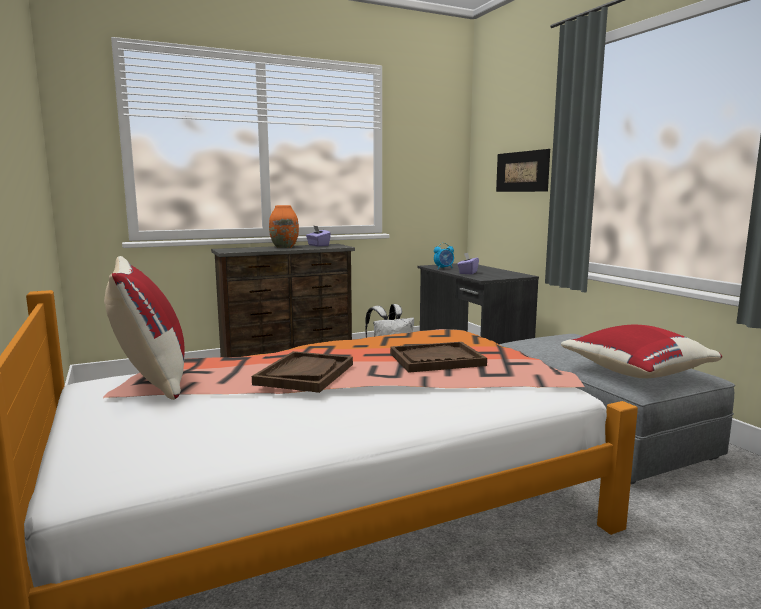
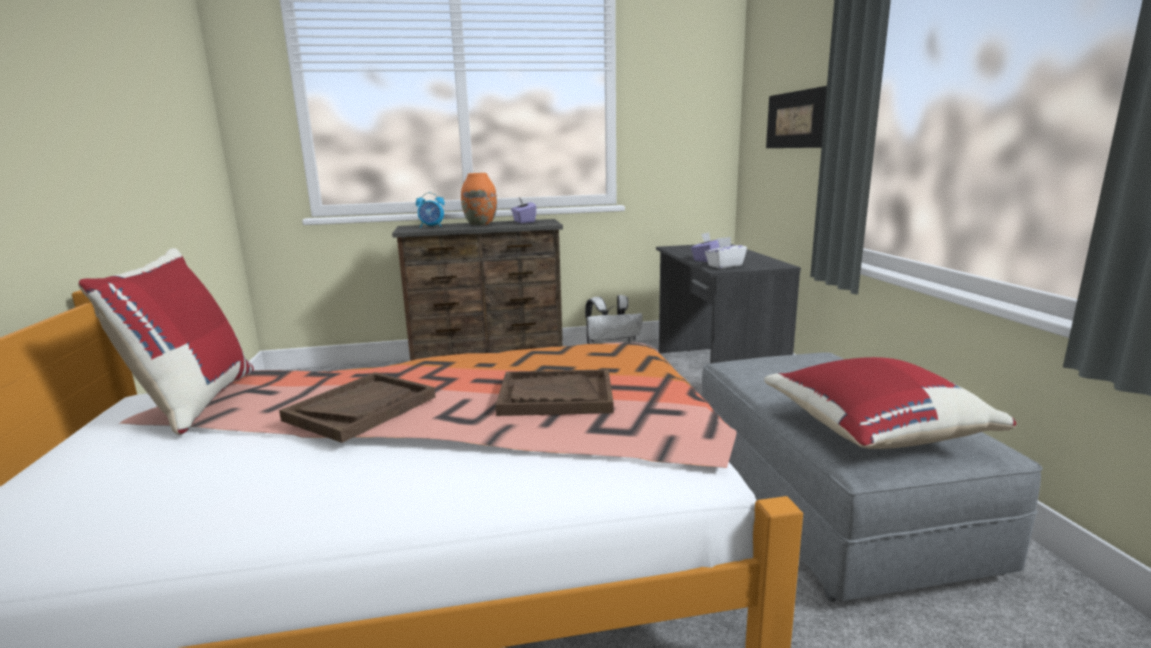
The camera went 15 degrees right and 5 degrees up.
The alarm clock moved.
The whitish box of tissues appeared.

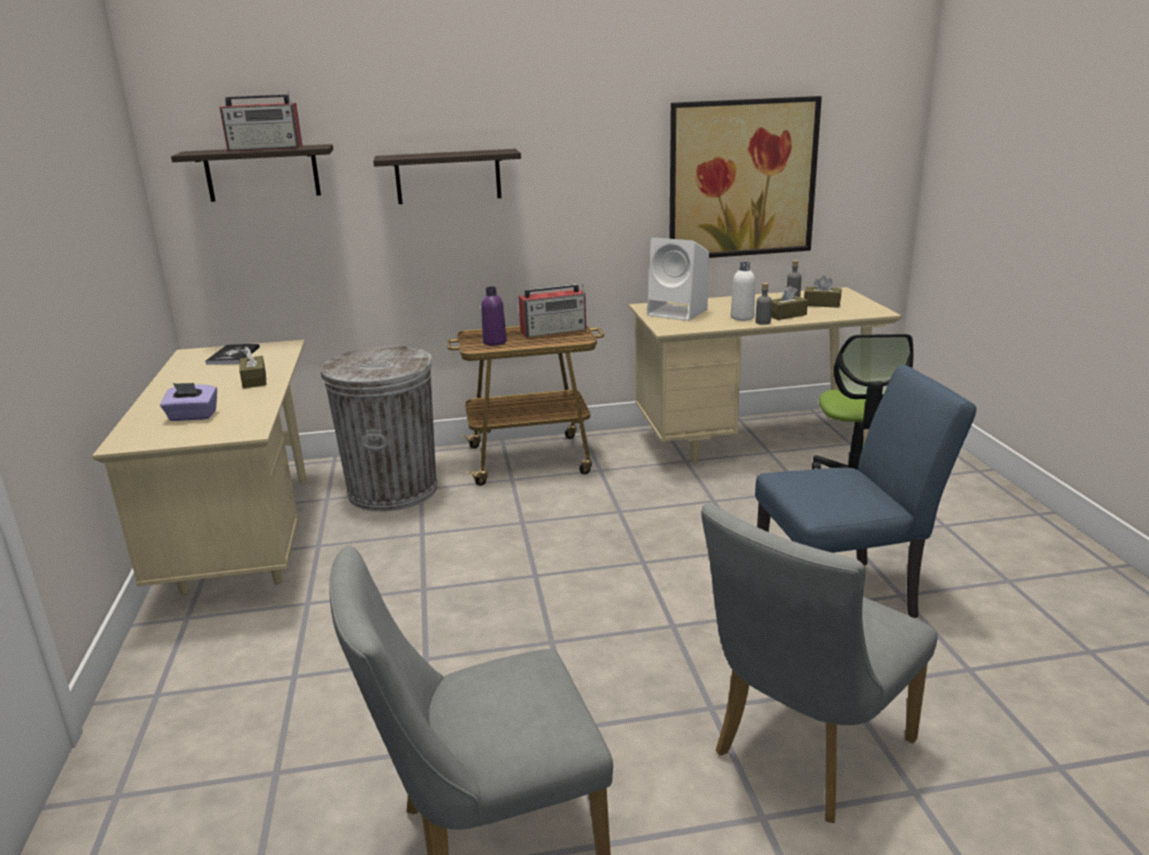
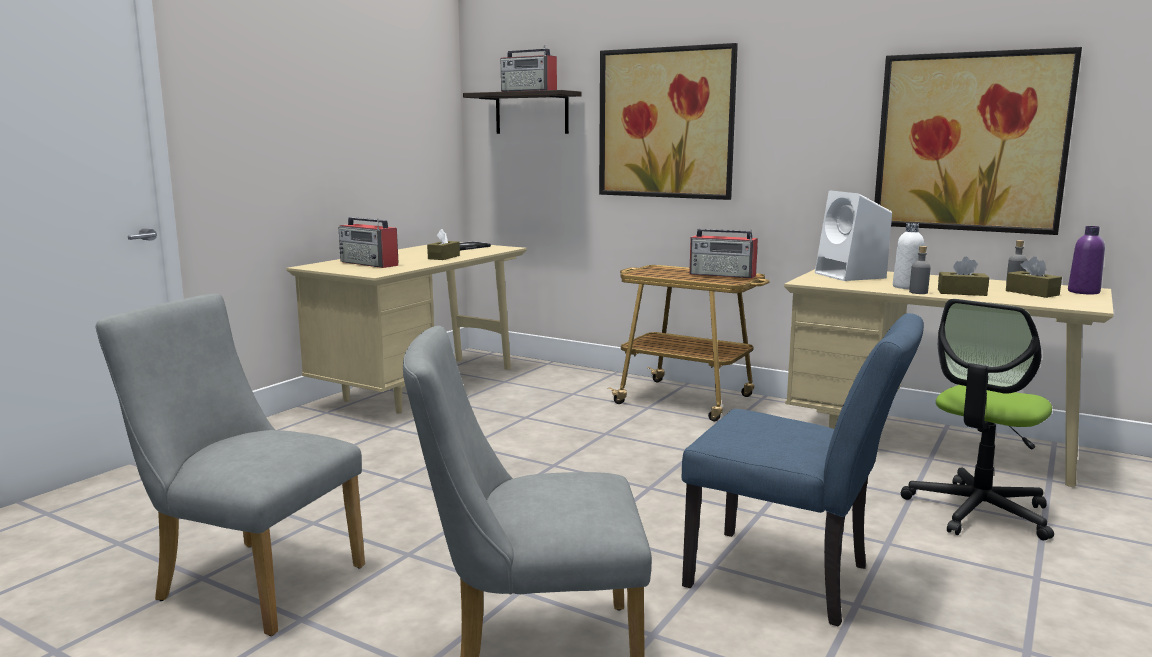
The camera went 40 degrees right and 10 degrees down.
The purple box of tissues was replaced by the radio receiver (1st from left).
The gray waste bin disappeared.
The shelf (2nd from left) was replaced by the picture (1st from left).
The purple bottle moved.

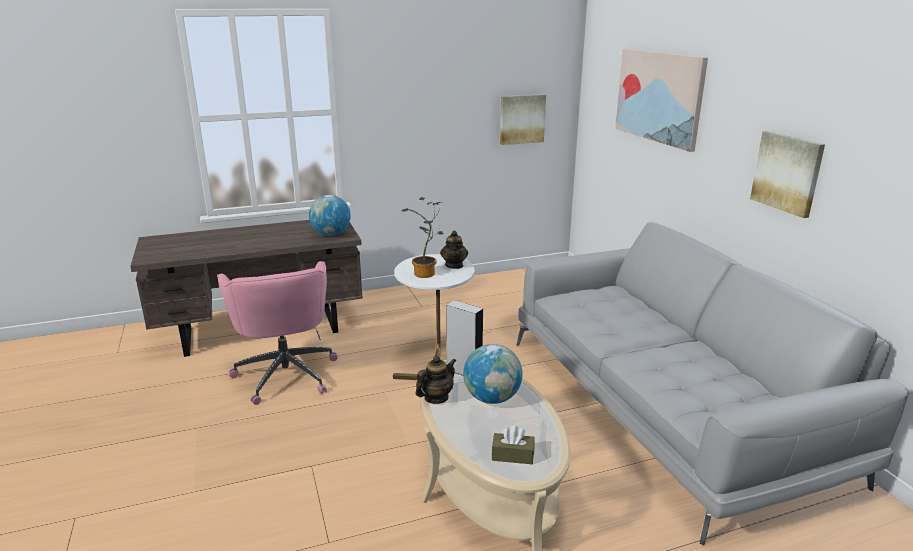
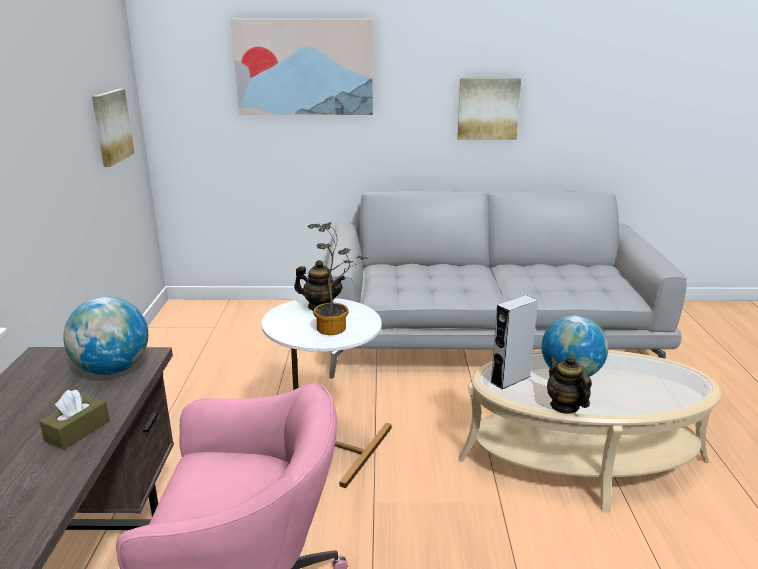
The camera went 70 degrees left and 0 degrees up.
The brown box of tissues moved.

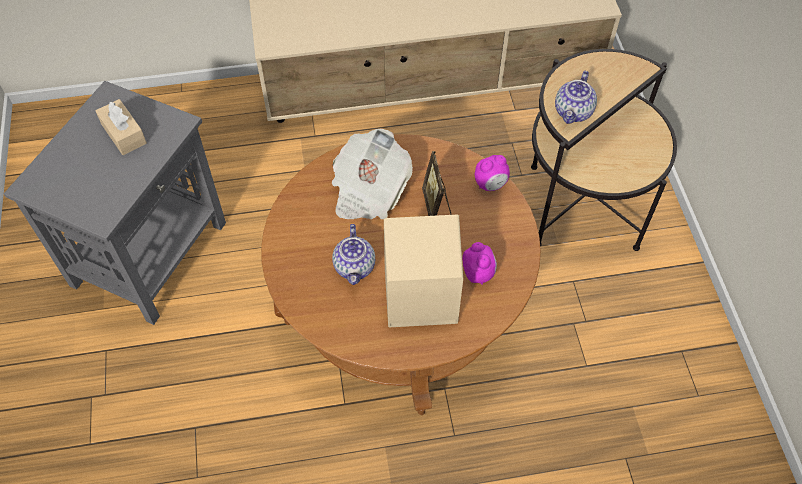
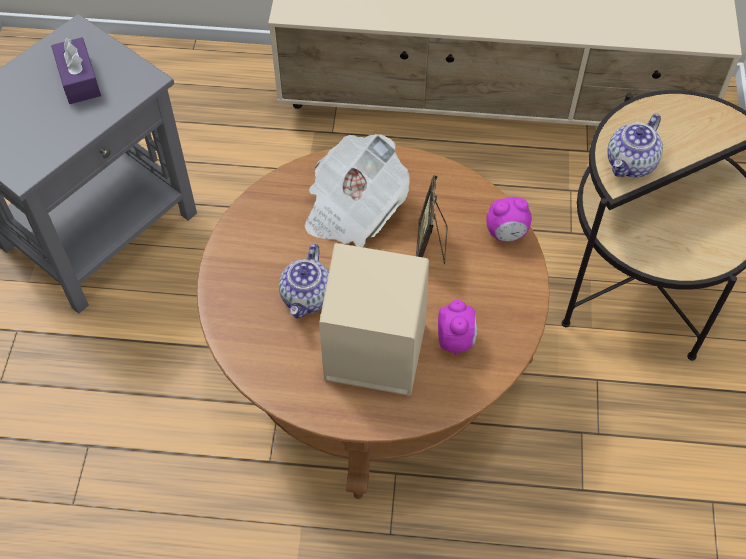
The camera went 15 degrees right and 0 degrees up.
The beige box of tissues became the purple box of tissues.

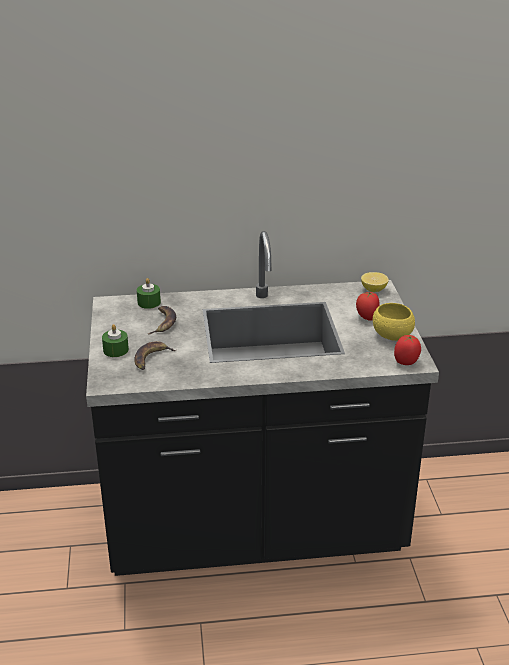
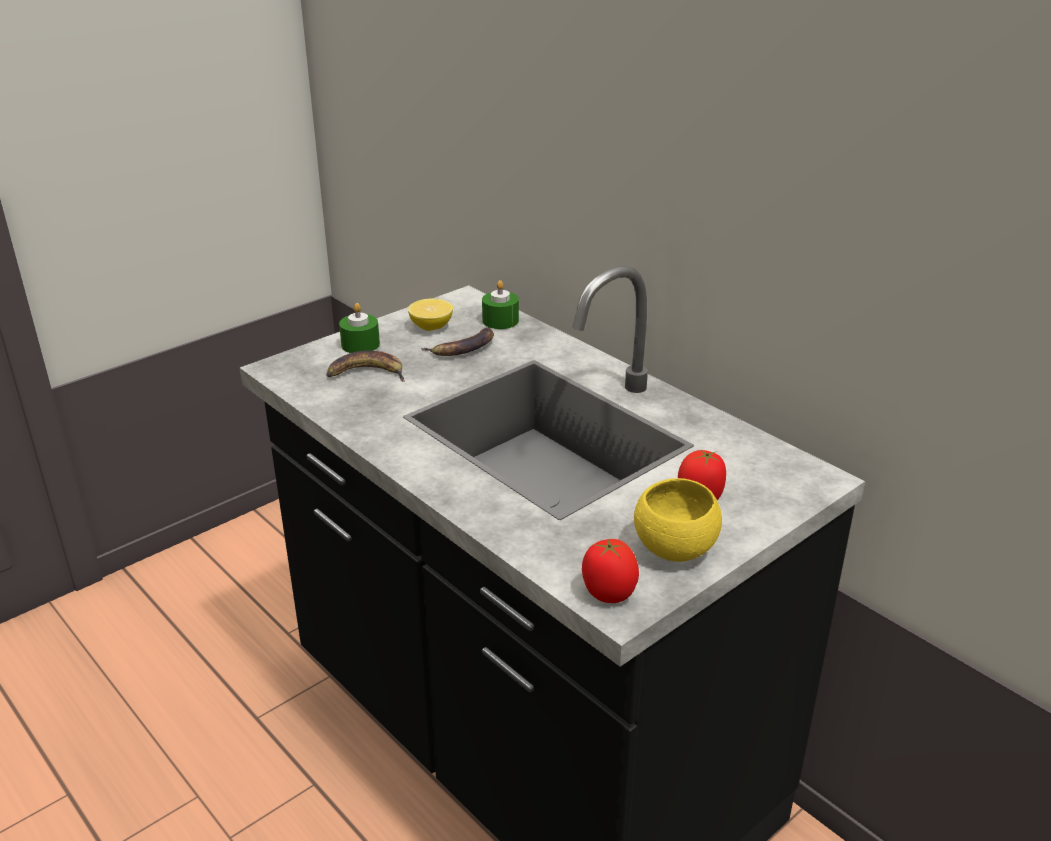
The camera went 55 degrees right and 0 degrees up.
The citrus fruit moved.

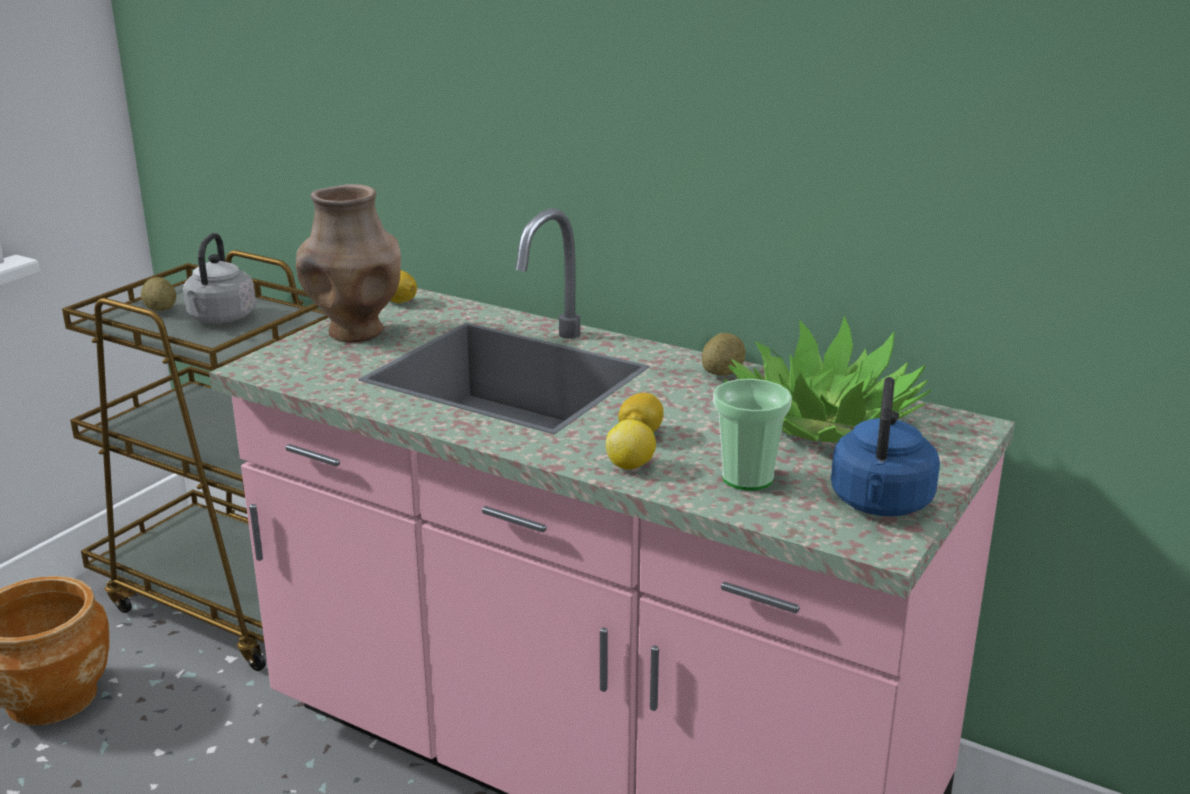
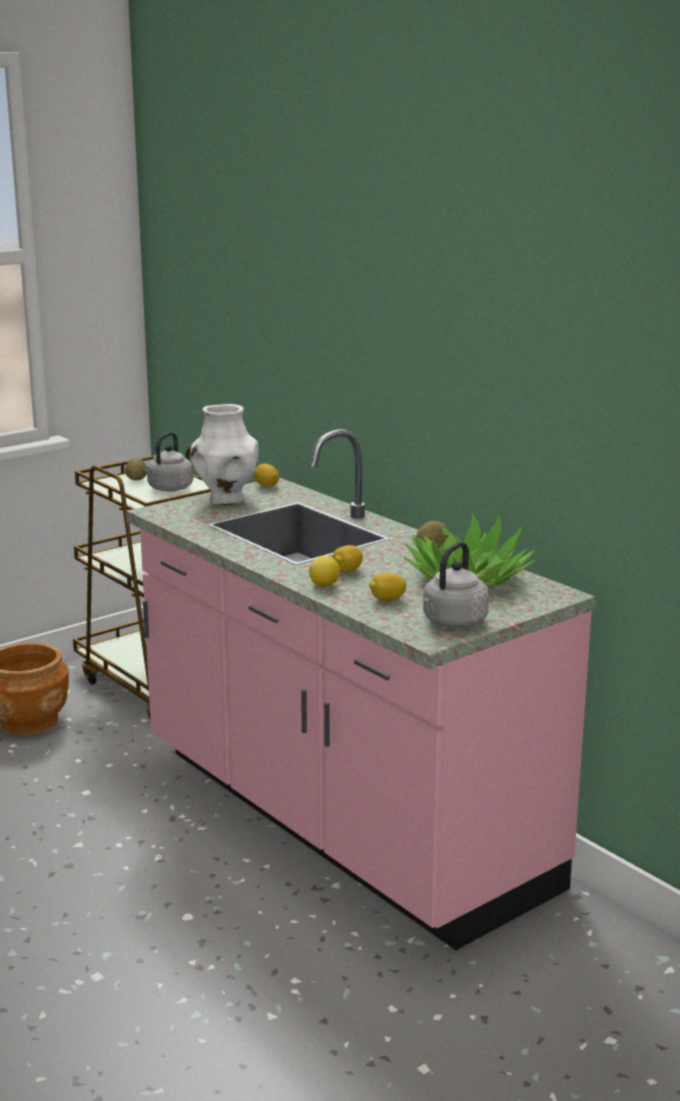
The camera went 20 degrees right and 5 degrees down.
The brown flower vase became the whitish flower vase.
The small cup was replaced by the citrus fruit (4th from left).
The blue-coloured water kettle became the gray water kettle (2nd from left).

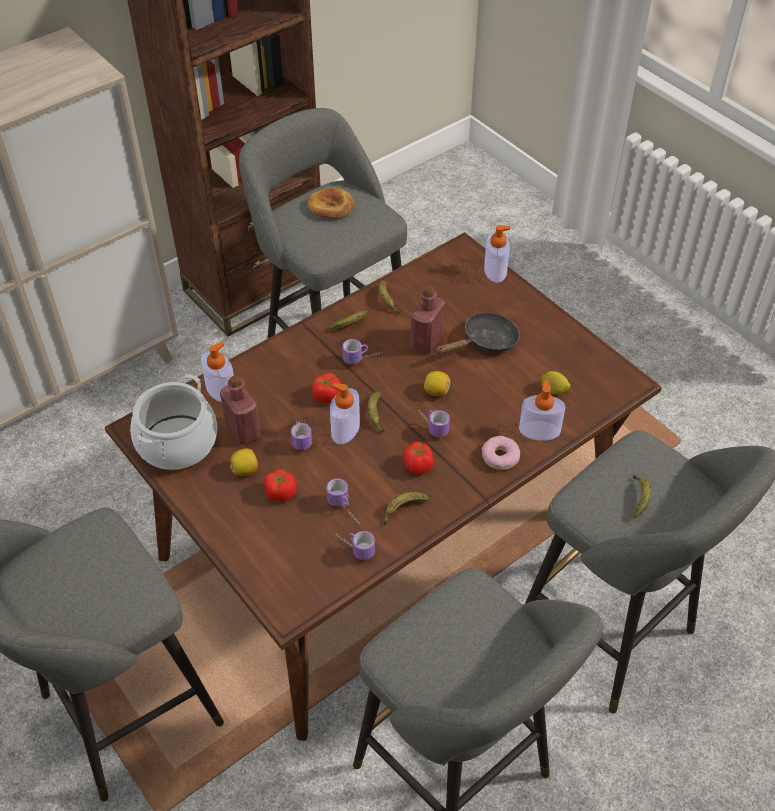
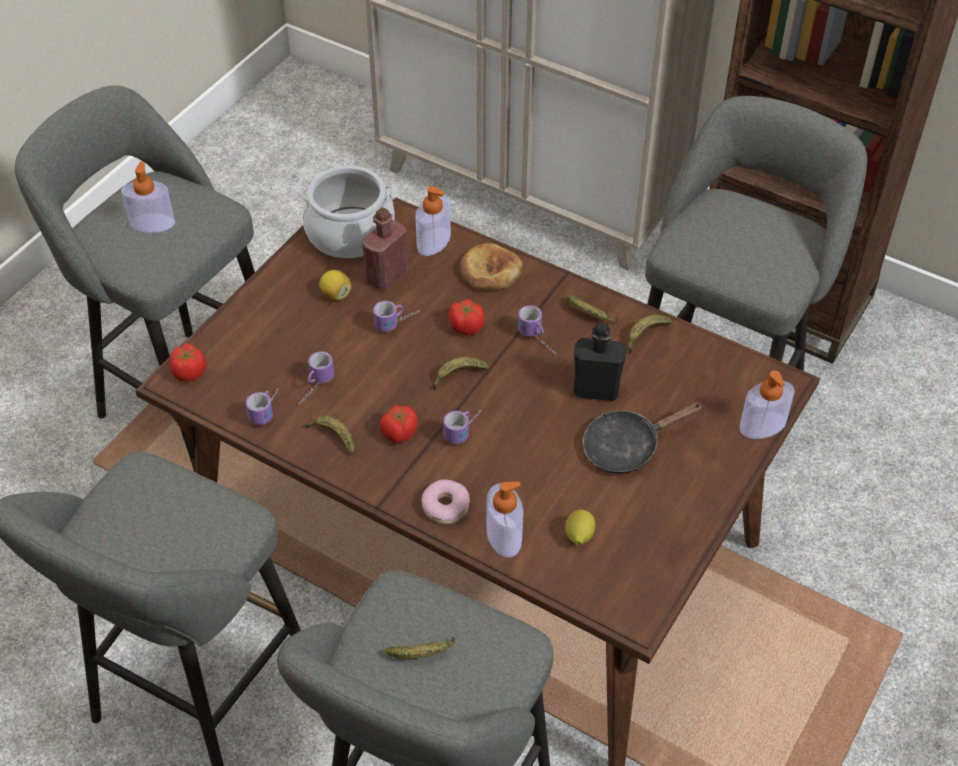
The camera went 70 degrees right and 0 degrees up.
The whole tomato (1st from left) moved.
The baked bread moved.
The liquid soap bottle (2nd from left in the first image) moved.
The reddish bottle (2nd from left) became the black-coloured bottle.
The citrus fruit (2nd from left) disappeared.
The black-coloured frying pan turned 120 degrees clockwise.

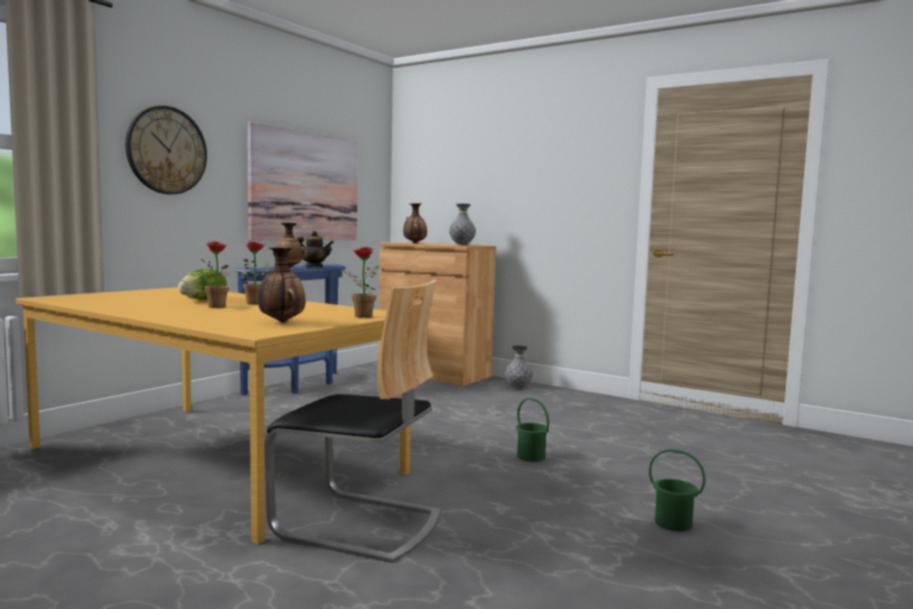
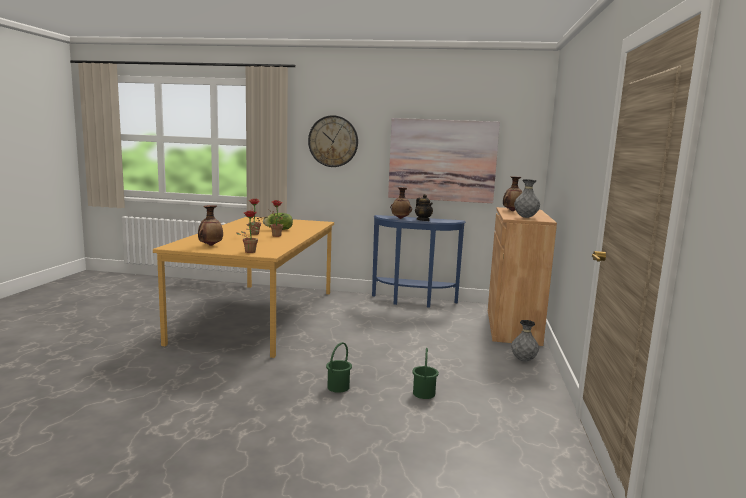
The camera went 65 degrees right and 5 degrees up.
The plain chair disappeared.
The green bucket (2nd from left) moved.

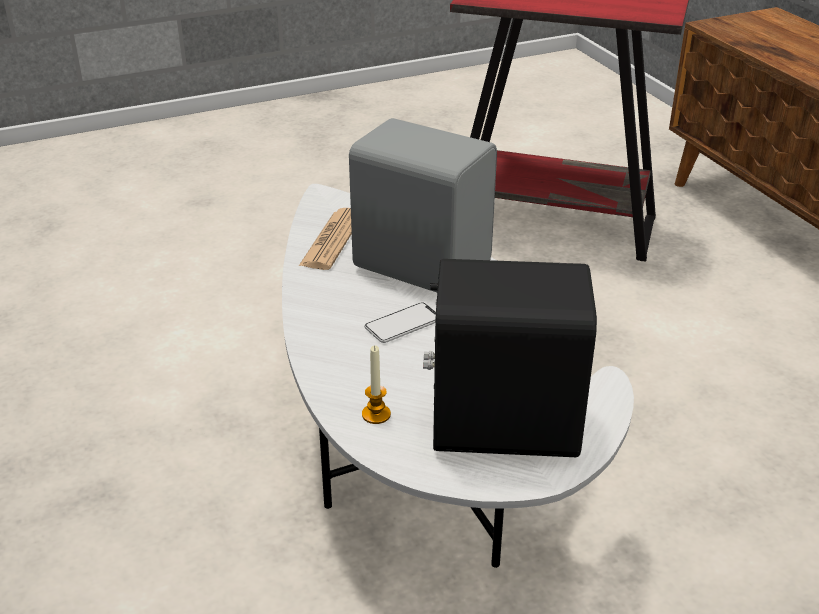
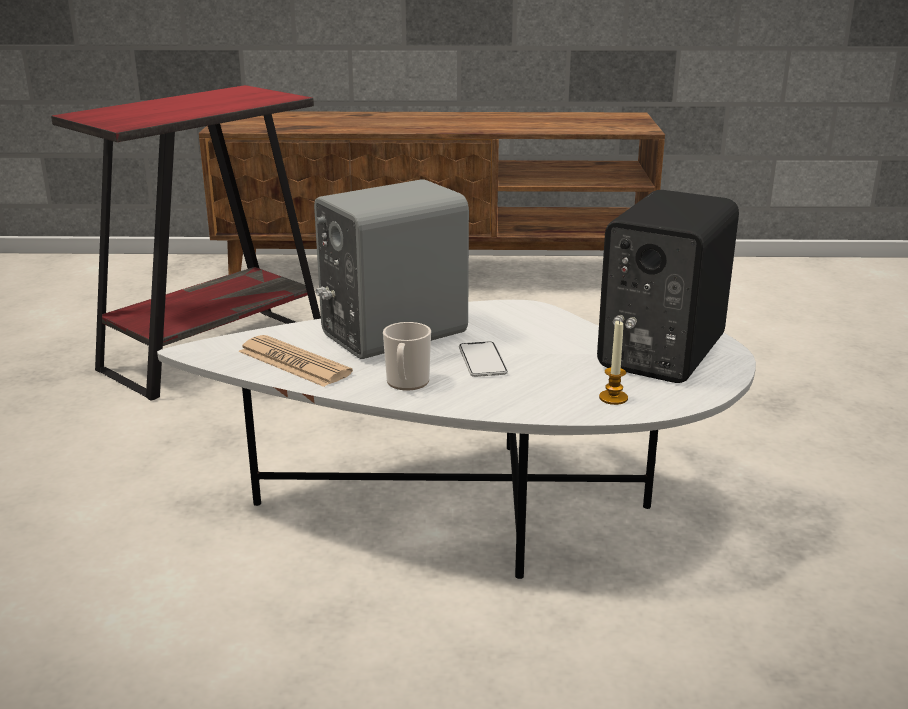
The camera went 65 degrees left and 10 degrees down.
The tea mug appeared.

